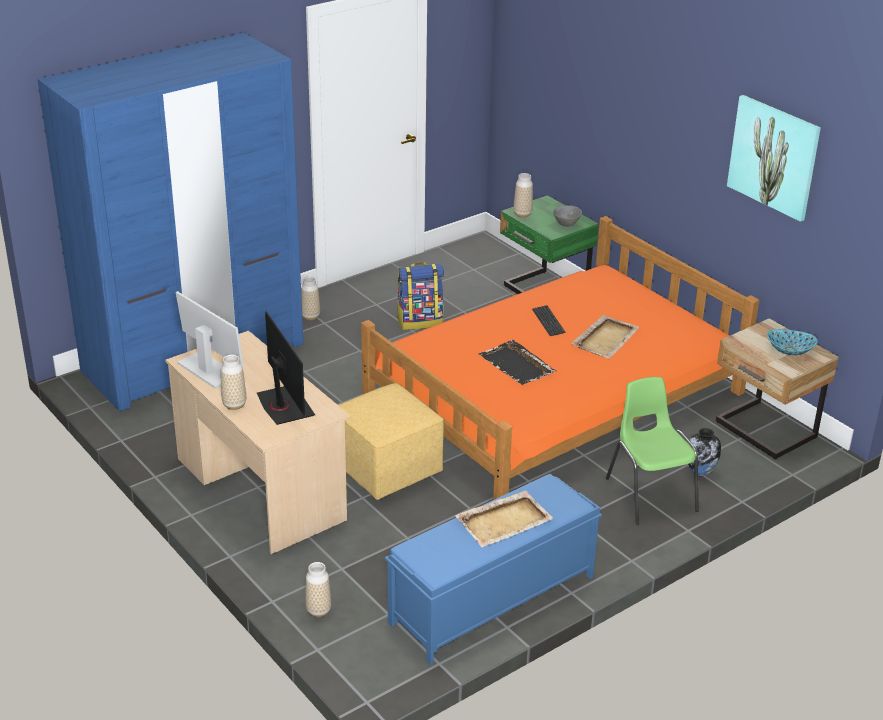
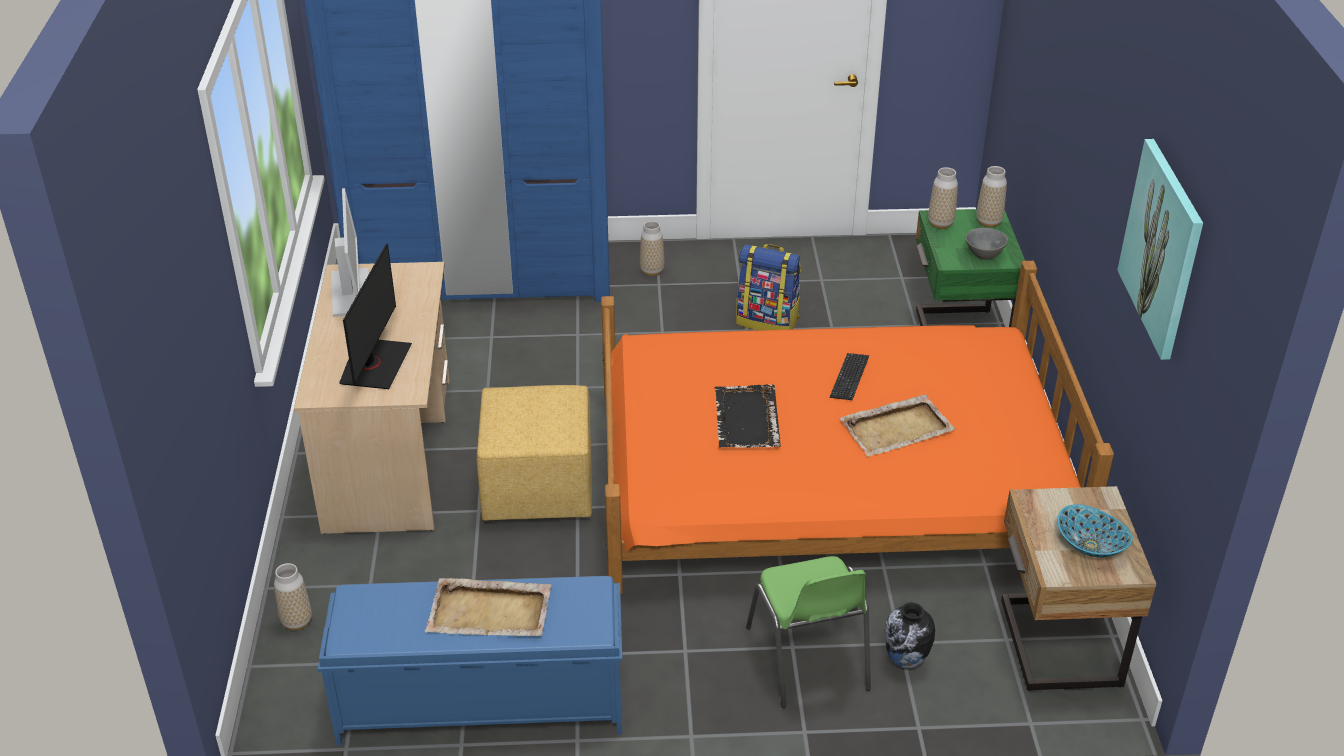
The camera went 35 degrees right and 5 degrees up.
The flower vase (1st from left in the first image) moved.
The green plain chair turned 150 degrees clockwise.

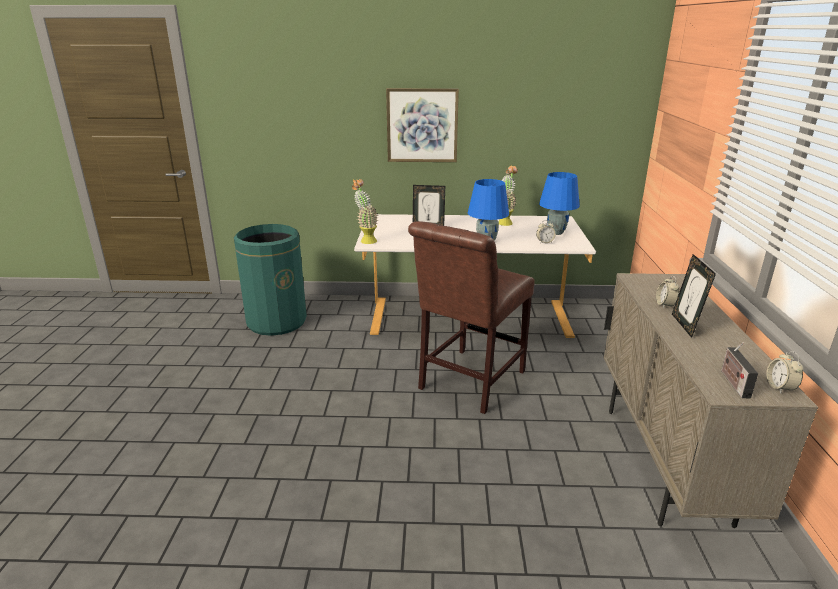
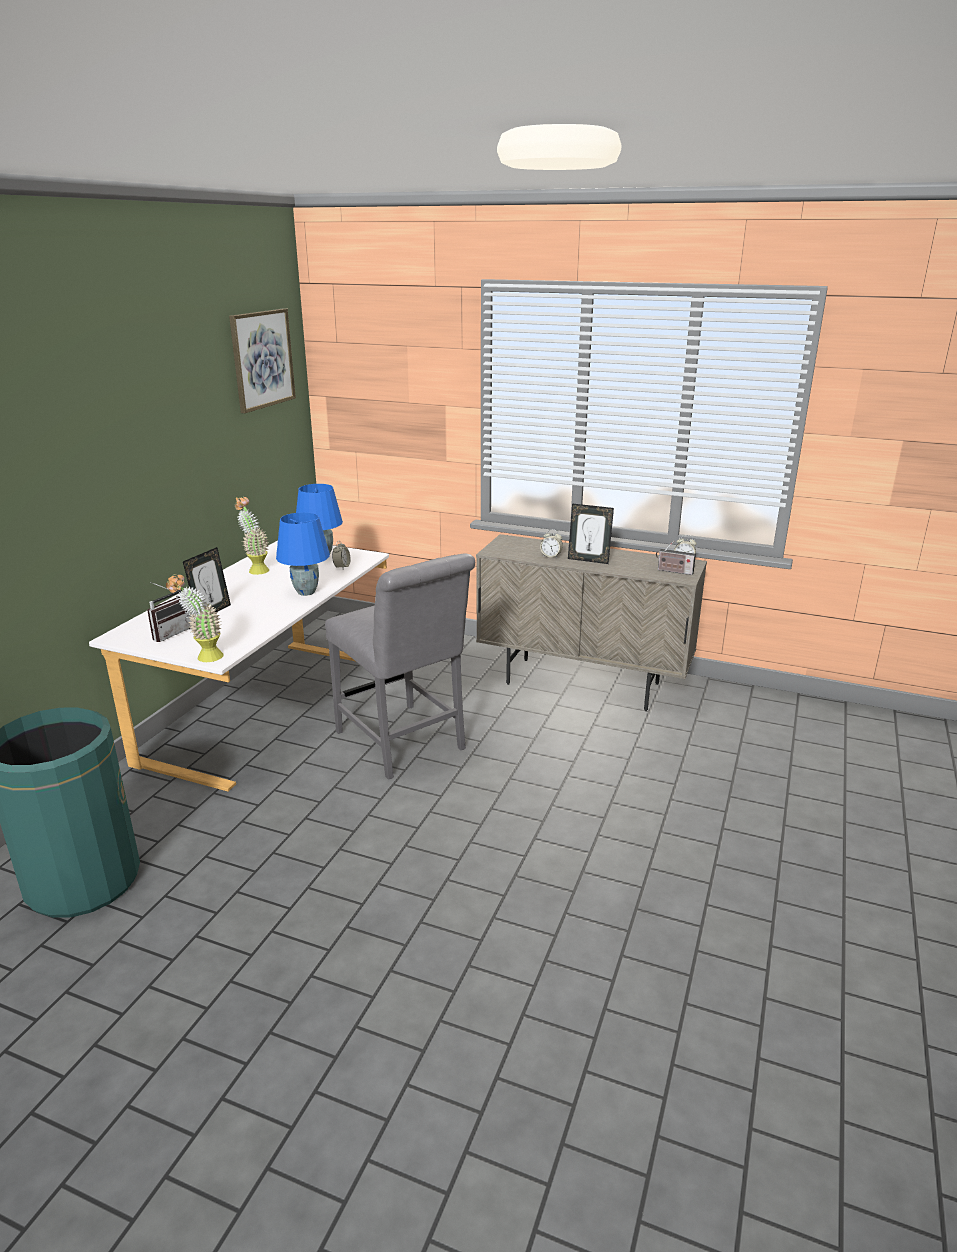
The camera went 70 degrees left and 0 degrees up.
The picture moved.
The brown plain chair became the gray plain chair.
The radio receiver (1st from left) appeared.

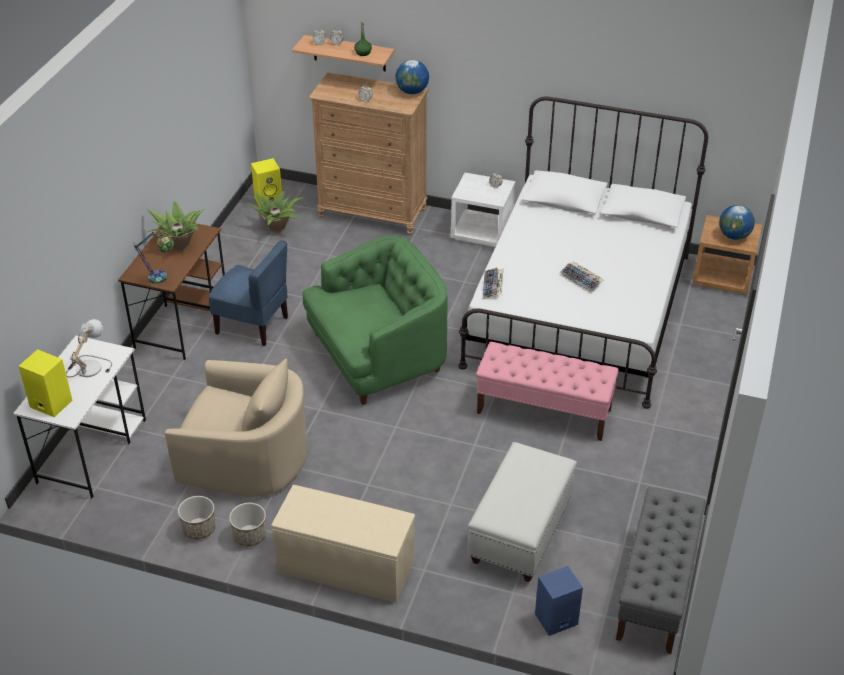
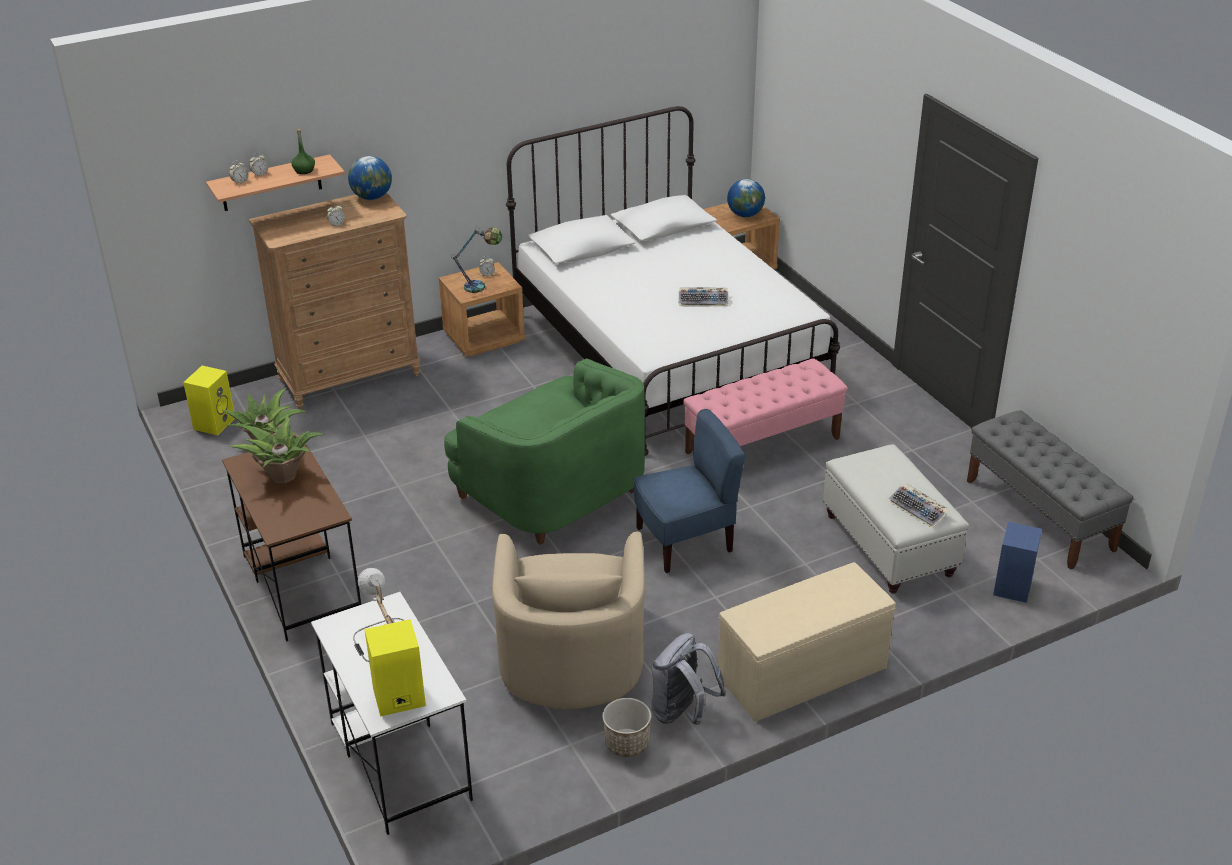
The camera went 45 degrees left and 5 degrees down.
The table lamp (2nd from left) moved.
The beige lounge chair turned 120 degrees clockwise.
The blue-coloured plain chair moved.
The flower pot (2nd from left) was replaced by the gray backpack.
The green lounge chair turned 120 degrees clockwise.
The whitish bedside table became the brown bedside table (1st from left).
The PC keyboard (1st from left in the first image) moved.

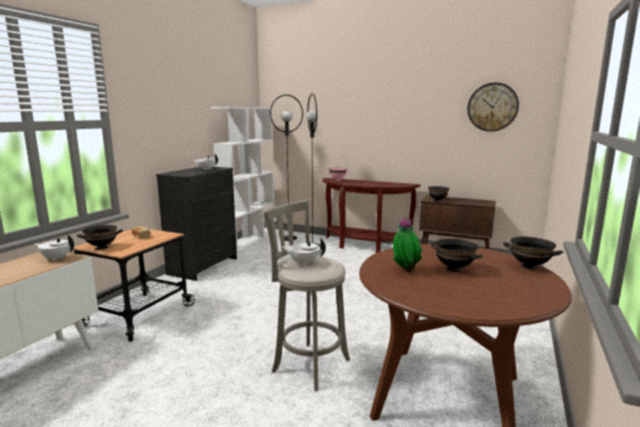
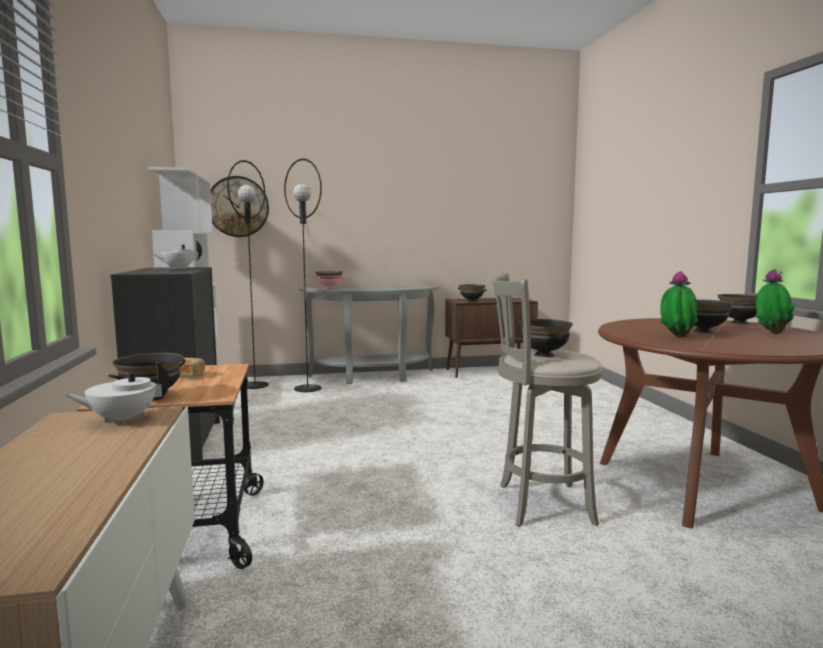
The camera went 35 degrees left and 5 degrees down.
The whitish pot for tea (3rd from left) was replaced by the black-coloured serving bowl (3rd from left).
The brown narrow table became the gray narrow table.
The hanging clock moved.
The houseplant (2nd from left) appeared.

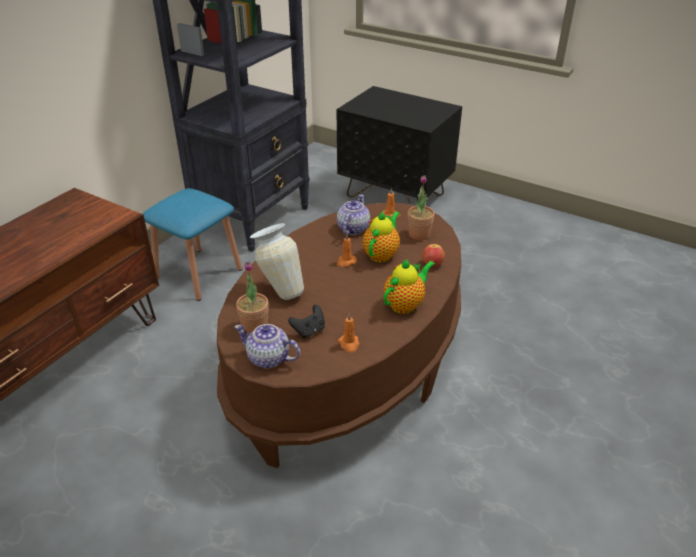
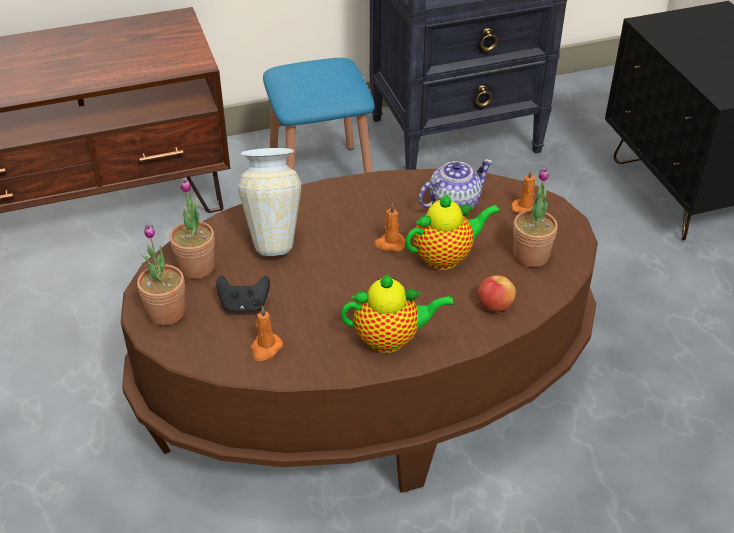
The camera went 40 degrees right and 5 degrees up.
The pot for tea (1st from left) was replaced by the houseplant (1st from left).

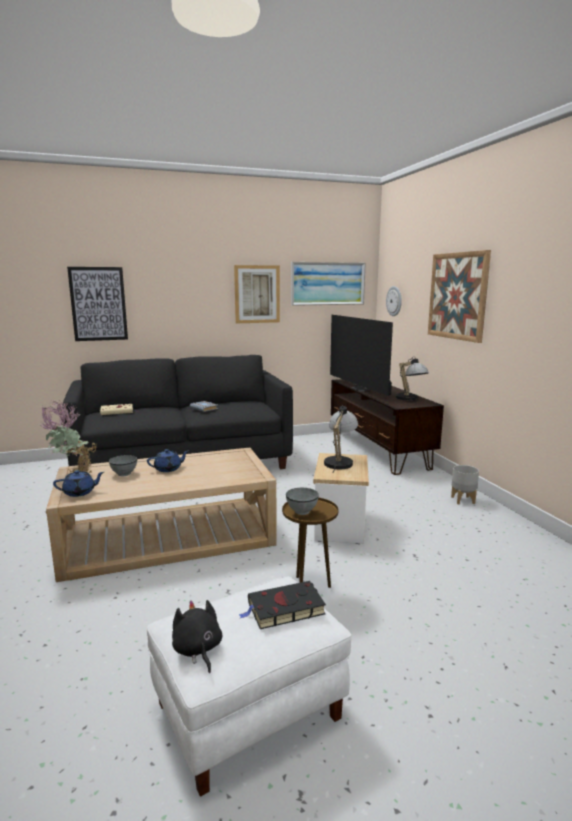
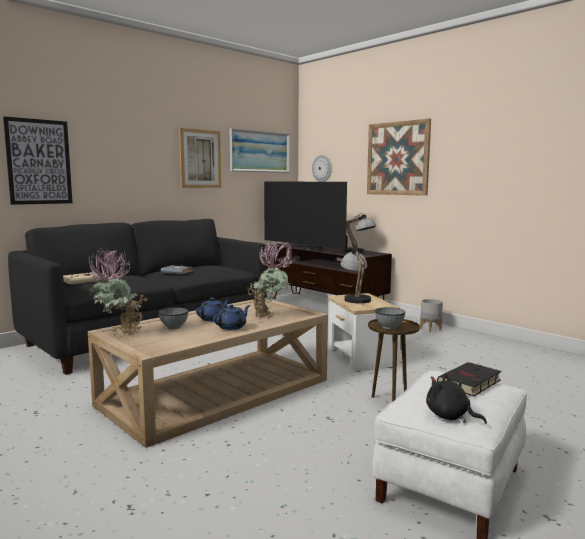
The camera went 25 degrees left and 5 degrees down.
The blue-coloured pot for tea (1st from left in the first image) moved.
The houseplant (2nd from left) appeared.

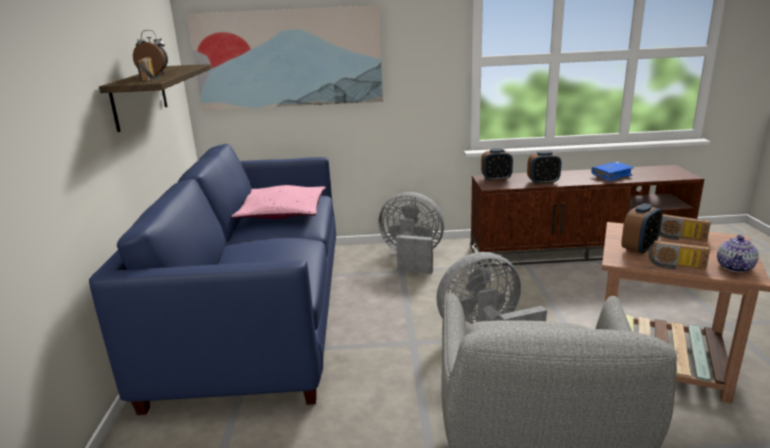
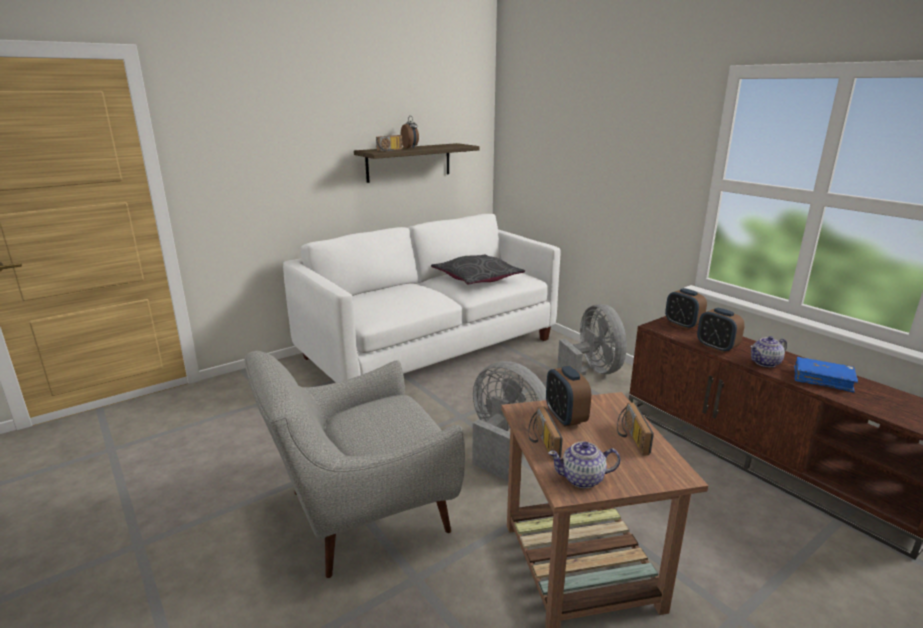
The camera went 55 degrees right and 0 degrees up.
The blue-coloured settee became the whitish settee.
The picture disappeared.
The pink-coloured cushion became the gray cushion.
The alarm clock (4th from left in the first image) turned 60 degrees clockwise.
The pot for tea (2nd from left) appeared.

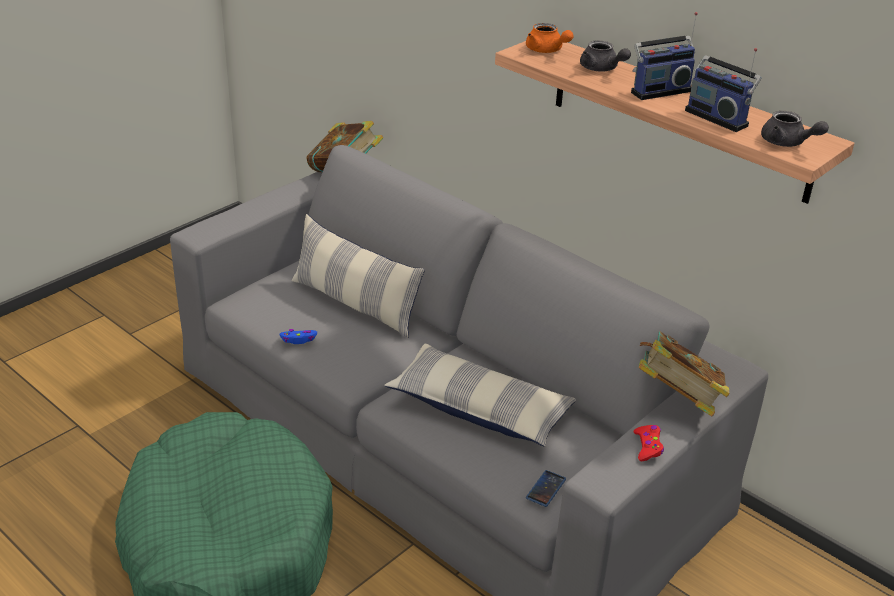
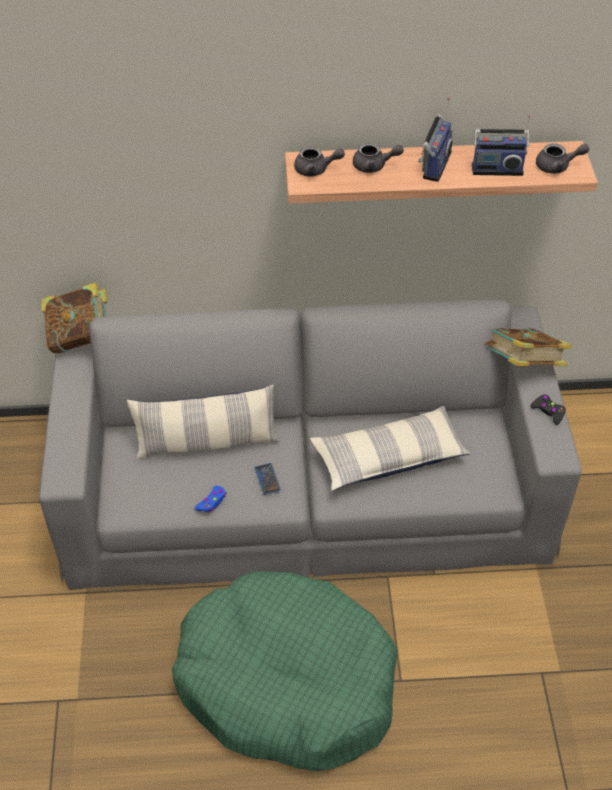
The camera went 45 degrees left and 15 degrees up.
The orange-coloured pot for tea became the gray pot for tea (1st from left).
The telephone moved.
The reddish joypad became the black-coloured joypad.

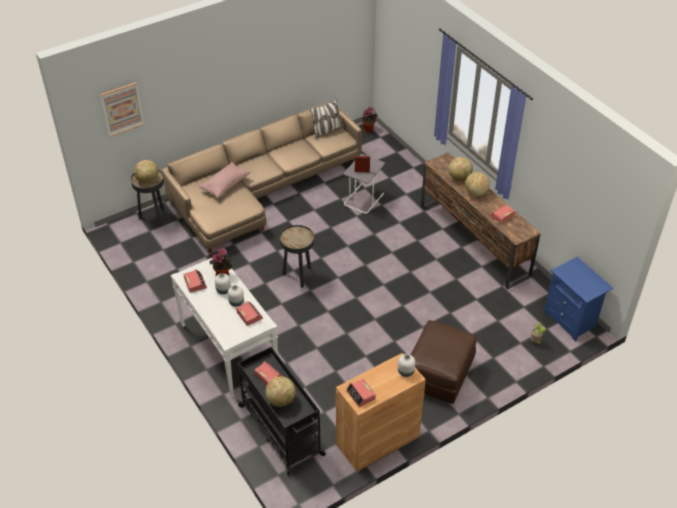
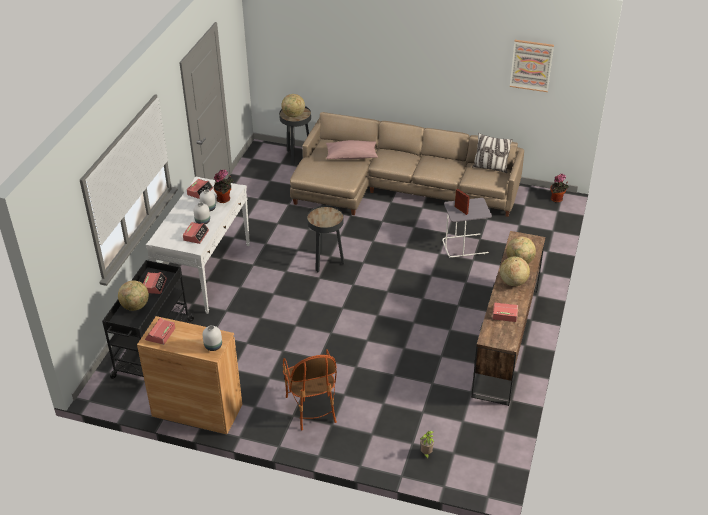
The camera went 50 degrees right and 5 degrees down.
The picture moved.
The brown footrest was replaced by the lounge chair.
The blue-coloured bedside table disappeared.

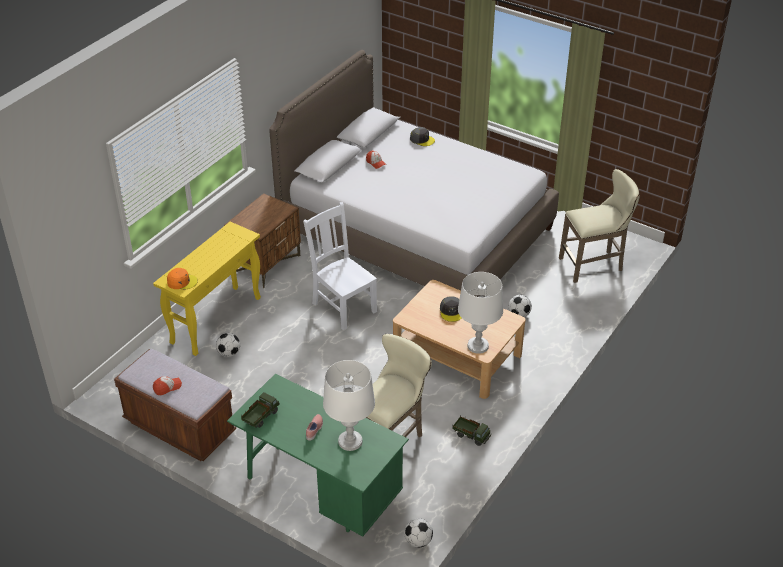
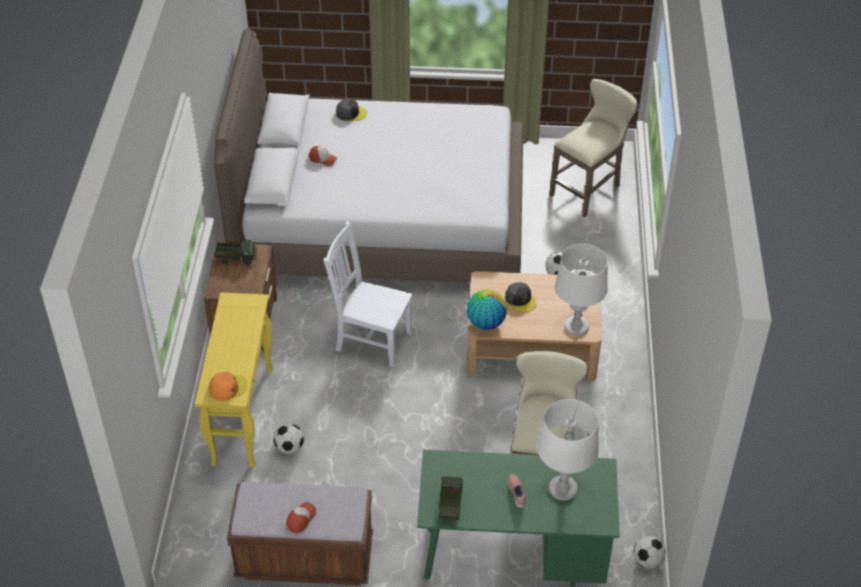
The camera went 30 degrees left and 5 degrees up.
The toy truck (2nd from left in the first image) moved.
The desk globe appeared.

